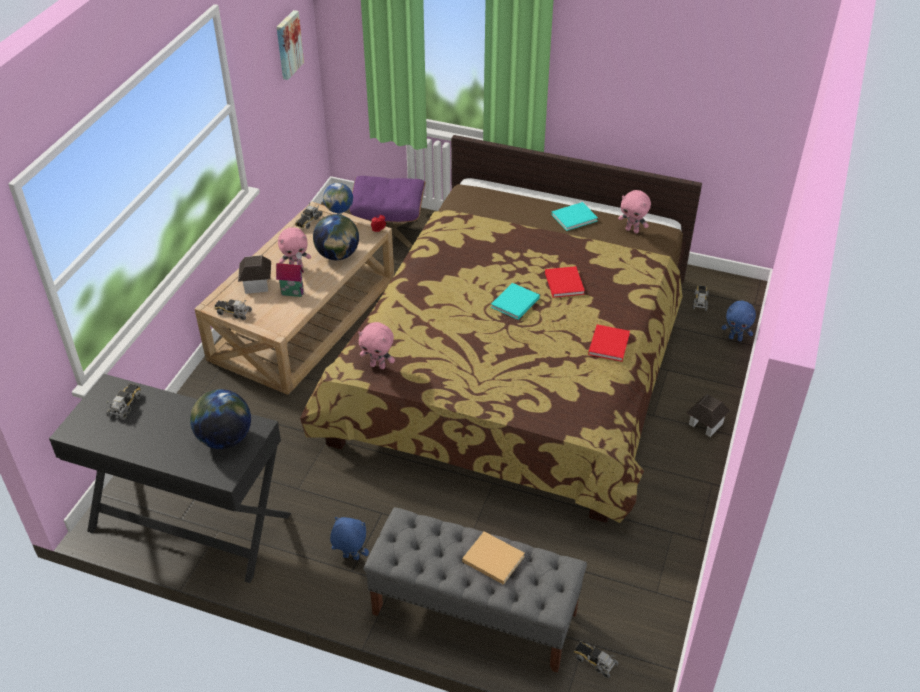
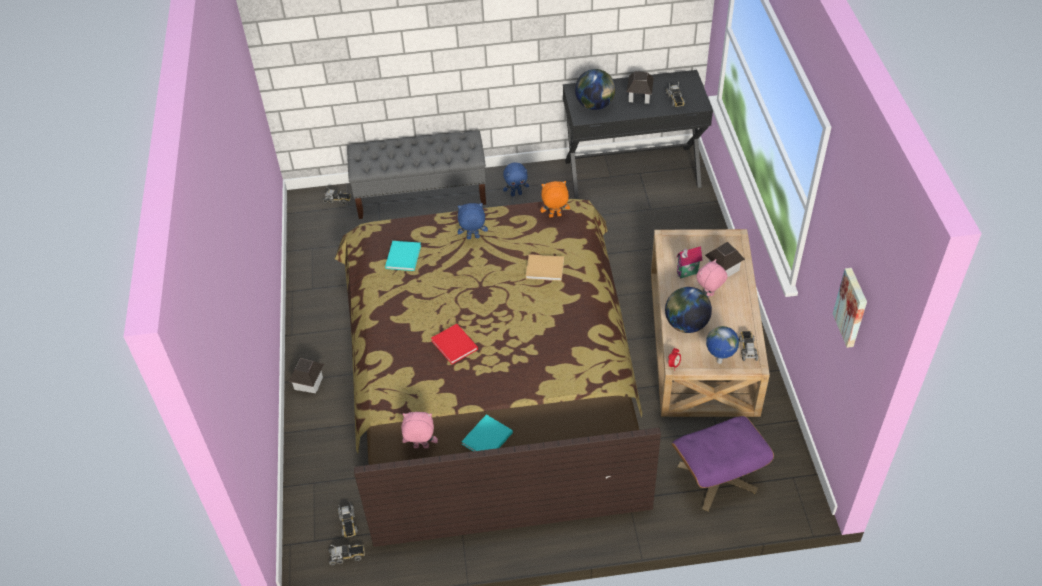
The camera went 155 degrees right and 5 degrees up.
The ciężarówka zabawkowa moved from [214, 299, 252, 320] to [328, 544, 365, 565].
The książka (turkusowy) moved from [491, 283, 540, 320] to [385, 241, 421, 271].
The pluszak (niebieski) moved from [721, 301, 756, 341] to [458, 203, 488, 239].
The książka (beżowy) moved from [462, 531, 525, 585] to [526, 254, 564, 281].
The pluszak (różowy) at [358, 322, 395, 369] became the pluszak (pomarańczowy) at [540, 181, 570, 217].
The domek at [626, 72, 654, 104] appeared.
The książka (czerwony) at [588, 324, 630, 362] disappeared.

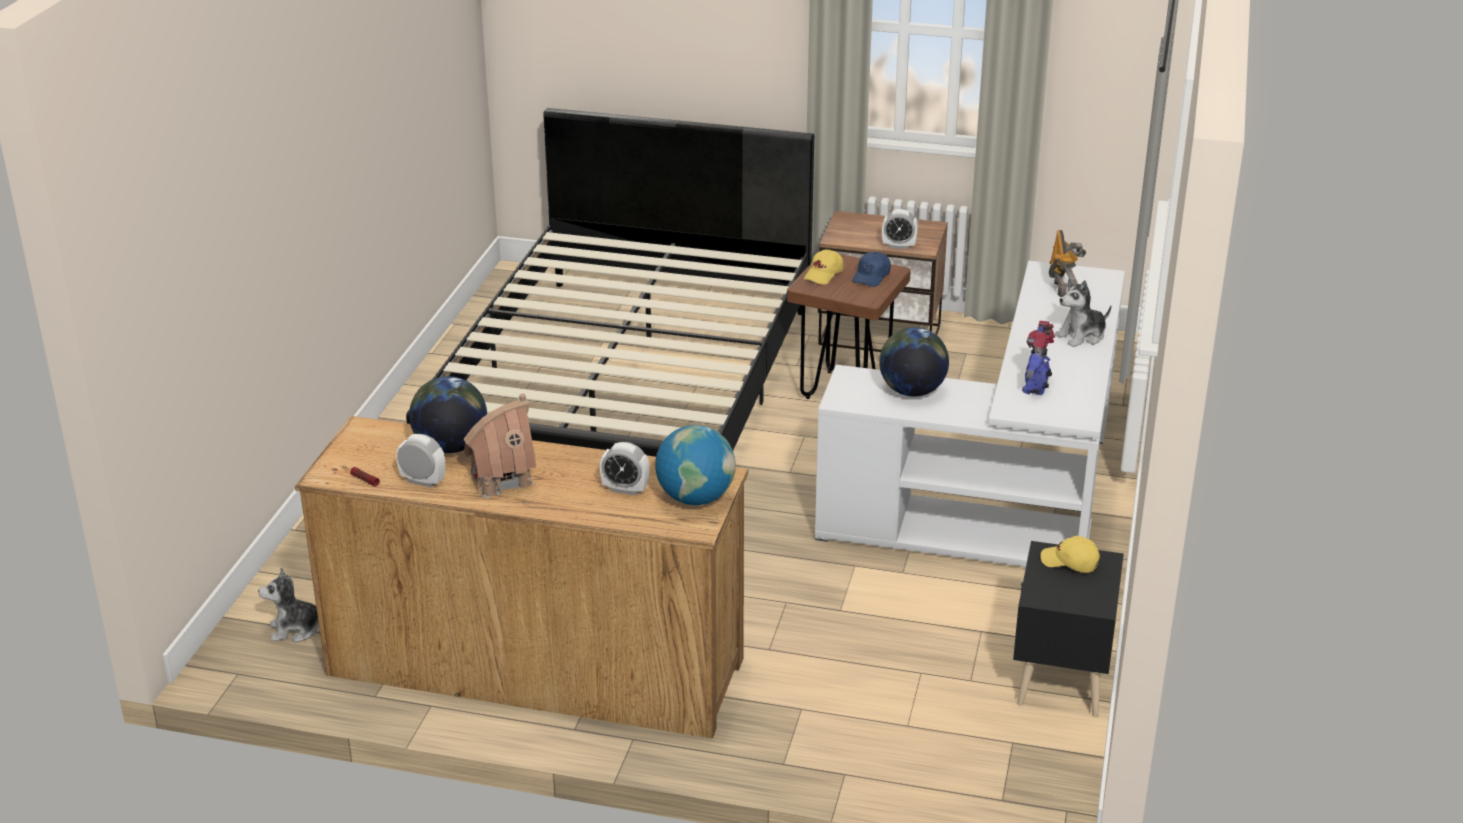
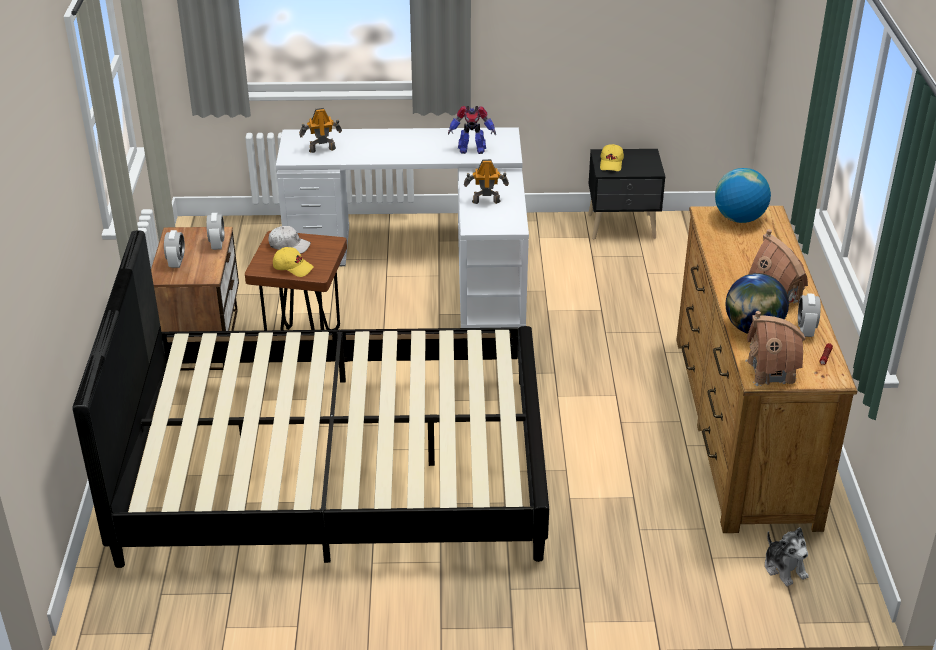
The camera went 105 degrees left and 5 degrees up.
The budzik moved from [600, 442, 650, 495] to [164, 230, 185, 268].
The czapka z daszkiem (niebieski) at [852, 252, 891, 287] became the czapka z daszkiem (biały) at [268, 226, 311, 254].
The globus at [879, 327, 949, 397] was replaced by the robot zabawkowy at [464, 159, 509, 204].
The domek at [746, 311, 805, 386] appeared.
The pluszak at [1055, 278, 1112, 347] disappeared.

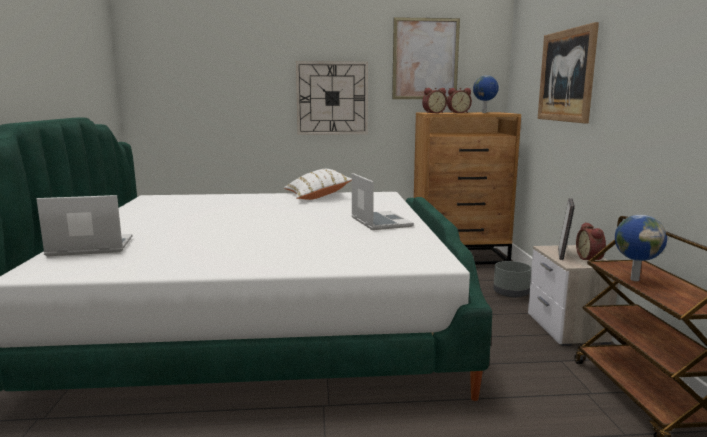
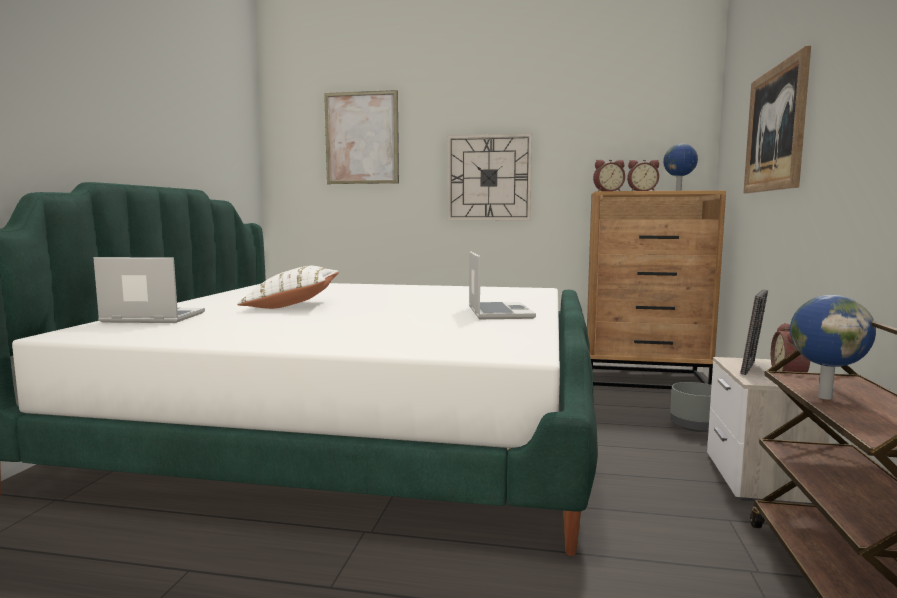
The camera went 15 degrees right and 5 degrees down.
The poduszka (biały) moved from [284, 169, 352, 200] to [237, 266, 339, 309].
The obraz moved from [392, 17, 460, 99] to [324, 90, 399, 184].

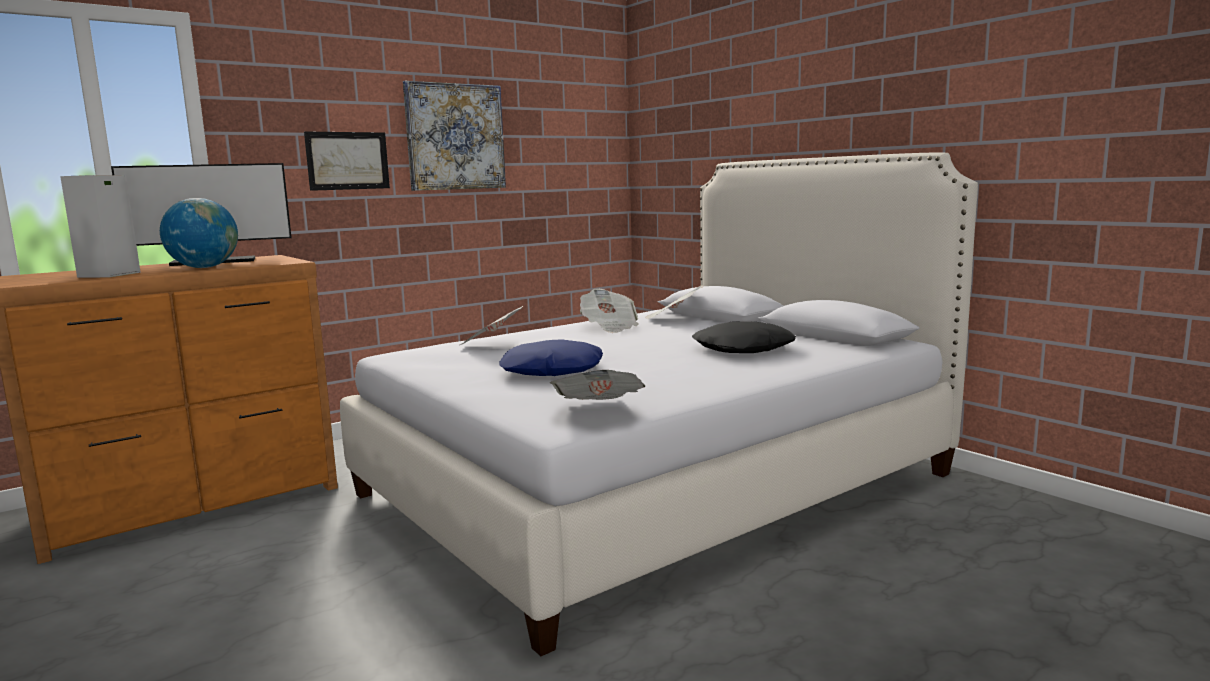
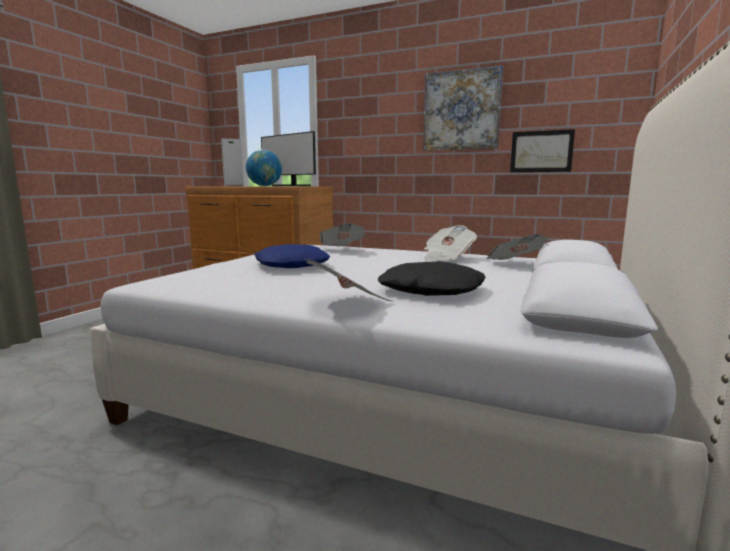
The camera went 60 degrees right and 0 degrees up.
The gazeta moved from [550, 370, 645, 400] to [305, 259, 391, 301].
The obraz moved from [304, 131, 390, 191] to [510, 129, 575, 172].

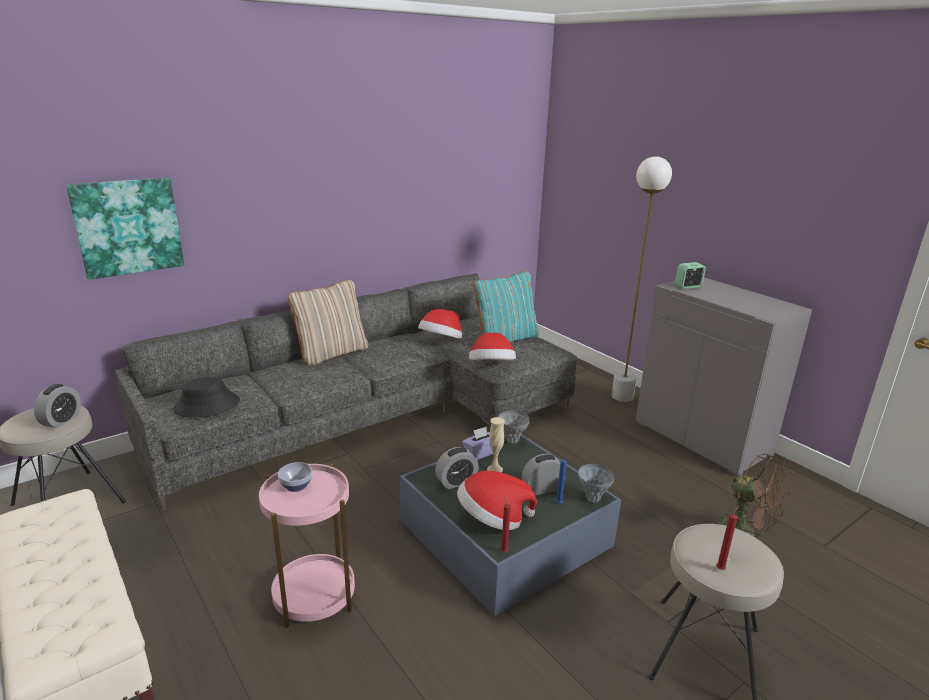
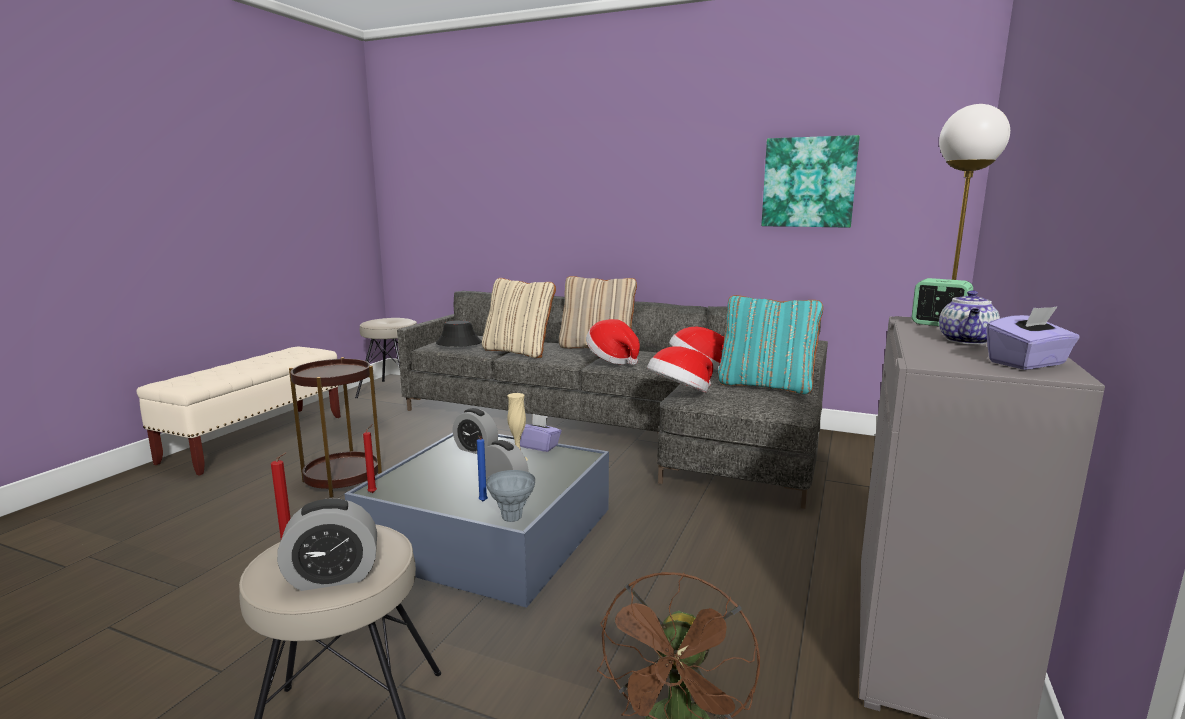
The camera went 60 degrees right and 10 degrees down.
The budzik moved from [34, 384, 81, 428] to [277, 499, 377, 591].
The stolik (różowy) at [259, 464, 355, 628] became the stolik (brązowy) at [289, 357, 382, 497].
The poduszka (beżowy) at [482, 278, 556, 358] appeared.
The kapelusz moved from [457, 471, 537, 530] to [586, 319, 640, 365].
The obraz moved from [66, 177, 184, 280] to [761, 135, 860, 228].
The imbryk at [939, 290, 1000, 344] appeared.
The pudełko chusteczek (fioletowy) at [986, 306, 1080, 370] appeared.
The miska at [278, 462, 313, 492] disappeared.
The wazon (szary) at [499, 410, 530, 444] disappeared.

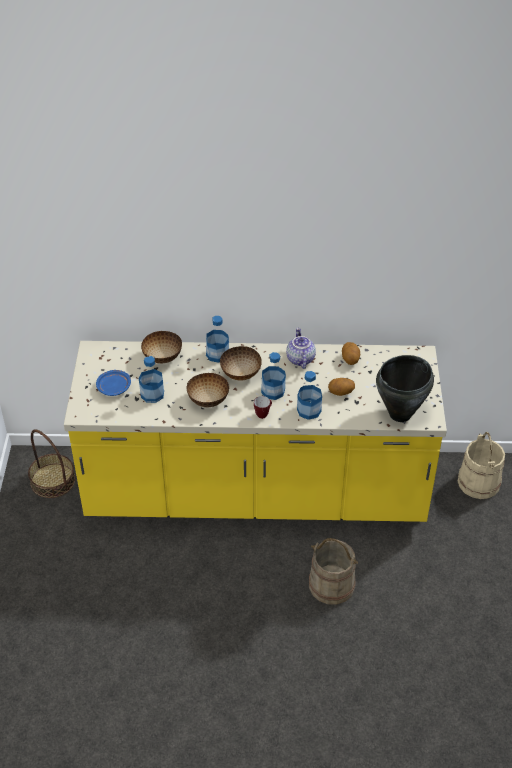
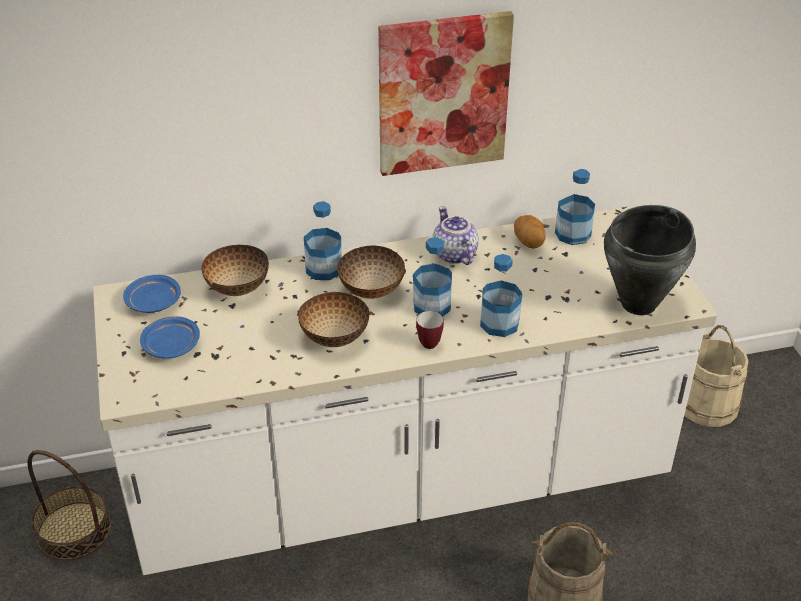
The camera went 15 degrees left and 5 degrees down.
The zabudowa kuchenna (żółty) at [64, 341, 447, 522] became the zabudowa kuchenna (biały) at [93, 205, 717, 575].
The talerz (niebieski) at [123, 275, 181, 313] appeared.
The obraz at [378, 11, 514, 176] appeared.
The butelka moved from [139, 356, 164, 403] to [555, 169, 595, 245].
The ziemniak at [328, 378, 355, 396] disappeared.

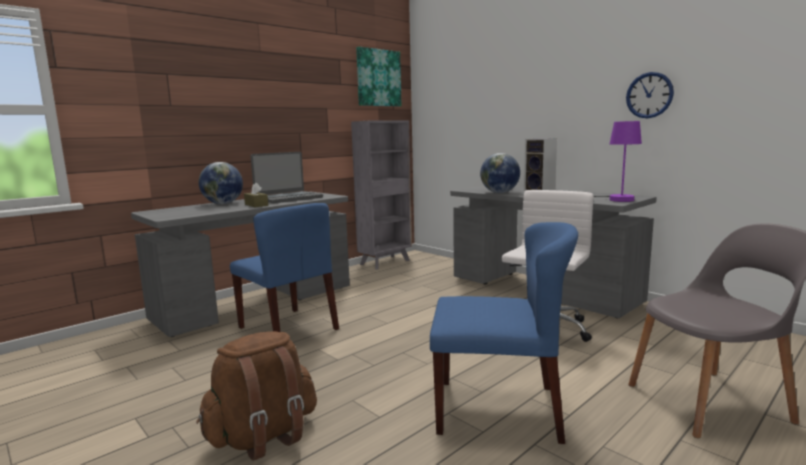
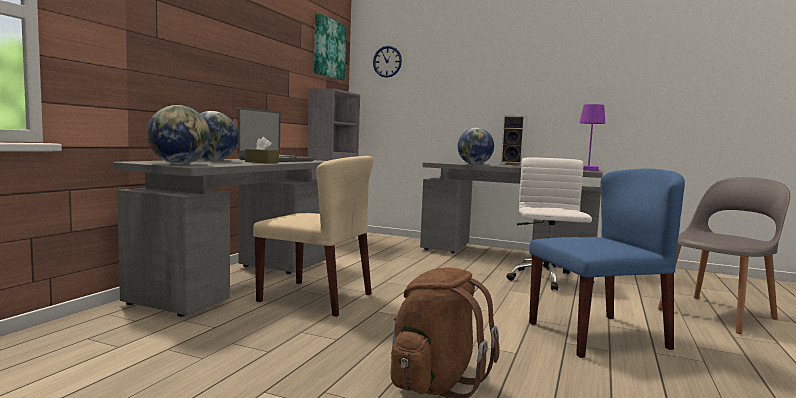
The camera went 25 degrees left and 5 degrees down.
The globus at [147, 105, 210, 164] appeared.
The krzesło (niebieski) at [230, 203, 339, 332] became the krzesło (beżowy) at [253, 156, 374, 317].
The zegar ścienny moved from [626, 72, 674, 118] to [373, 46, 402, 78].

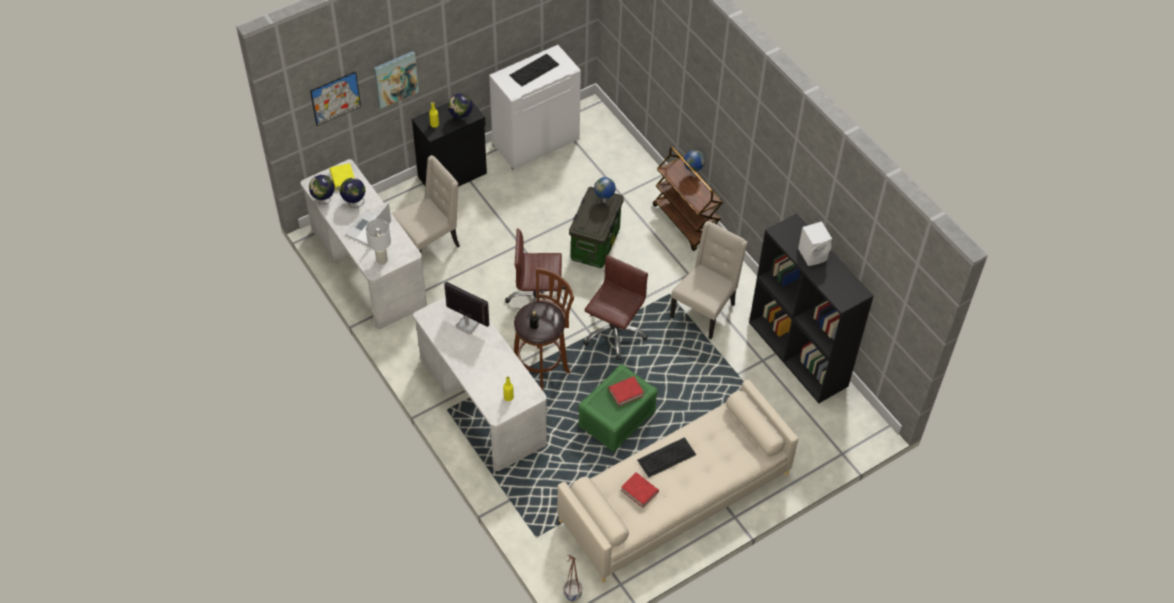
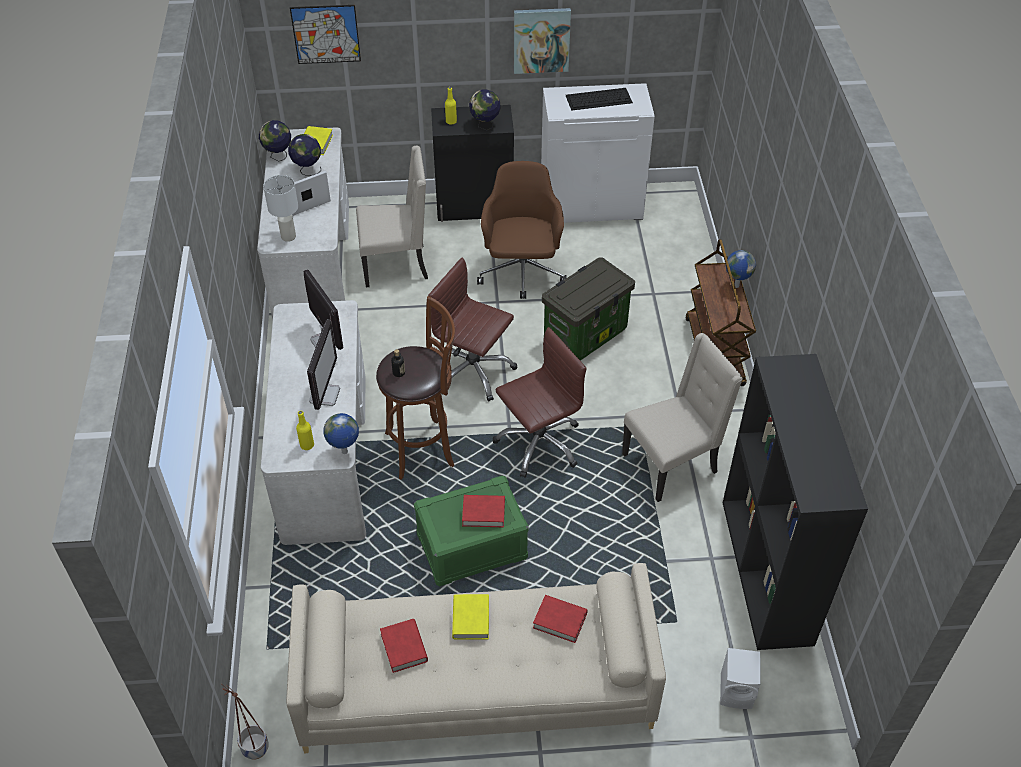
The camera went 30 degrees right and 5 degrees down.
The monitor at [307, 320, 340, 410] appeared.
The globus moved from [594, 177, 616, 203] to [323, 413, 359, 454].
The klawiatura at [637, 437, 696, 478] was replaced by the książka (żółty) at [452, 594, 489, 639].
The krzesło biurowe (brązowy) at [477, 161, 567, 299] appeared.
The obraz moved from [374, 51, 419, 108] to [514, 8, 571, 74].
The książka (czerwony) at [533, 595, 588, 643] appeared.
The głośnik (biały) moved from [798, 221, 832, 266] to [720, 648, 761, 709].

